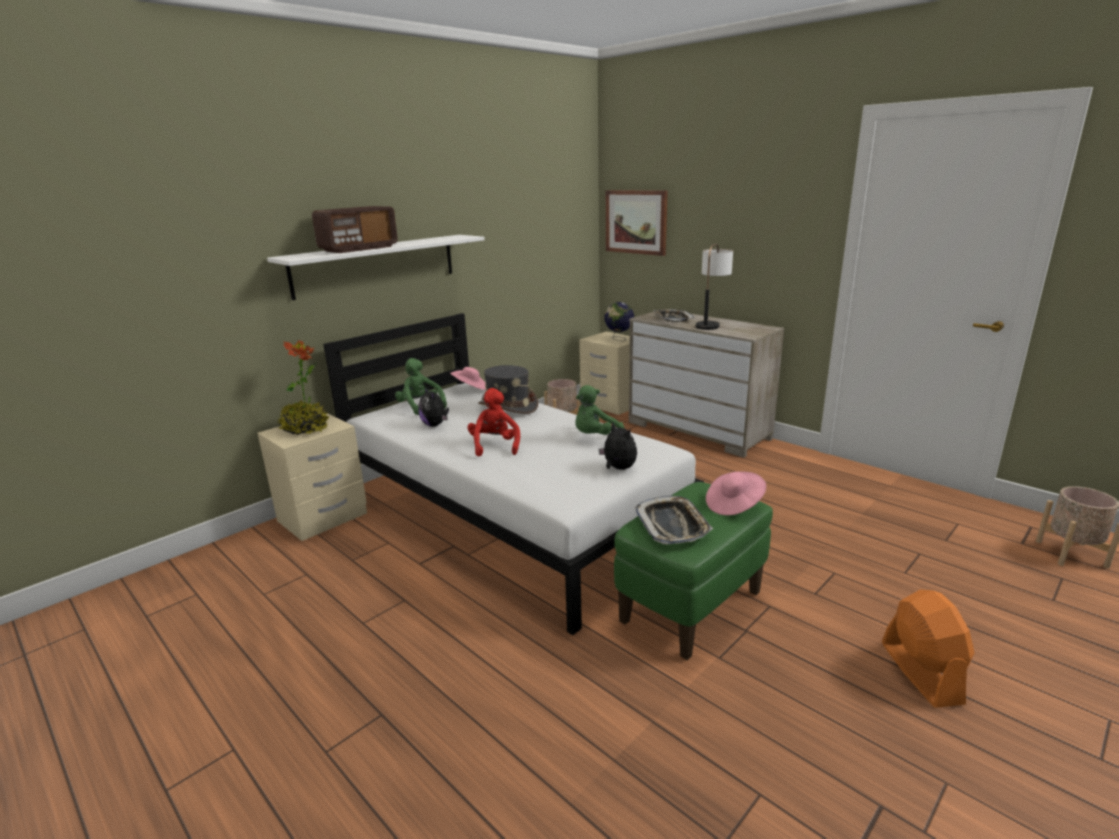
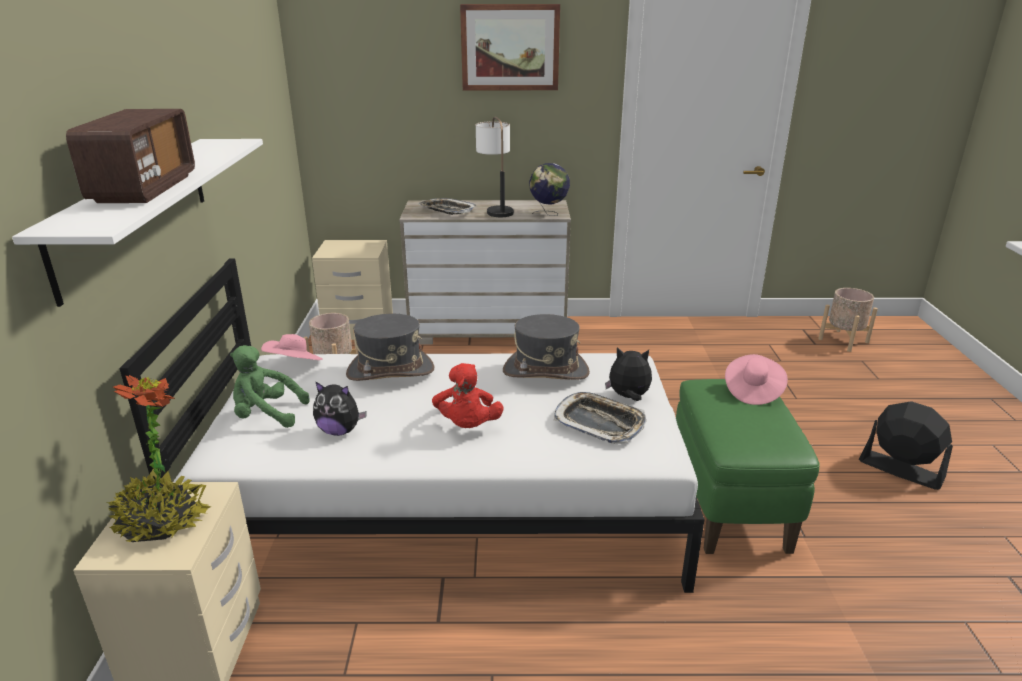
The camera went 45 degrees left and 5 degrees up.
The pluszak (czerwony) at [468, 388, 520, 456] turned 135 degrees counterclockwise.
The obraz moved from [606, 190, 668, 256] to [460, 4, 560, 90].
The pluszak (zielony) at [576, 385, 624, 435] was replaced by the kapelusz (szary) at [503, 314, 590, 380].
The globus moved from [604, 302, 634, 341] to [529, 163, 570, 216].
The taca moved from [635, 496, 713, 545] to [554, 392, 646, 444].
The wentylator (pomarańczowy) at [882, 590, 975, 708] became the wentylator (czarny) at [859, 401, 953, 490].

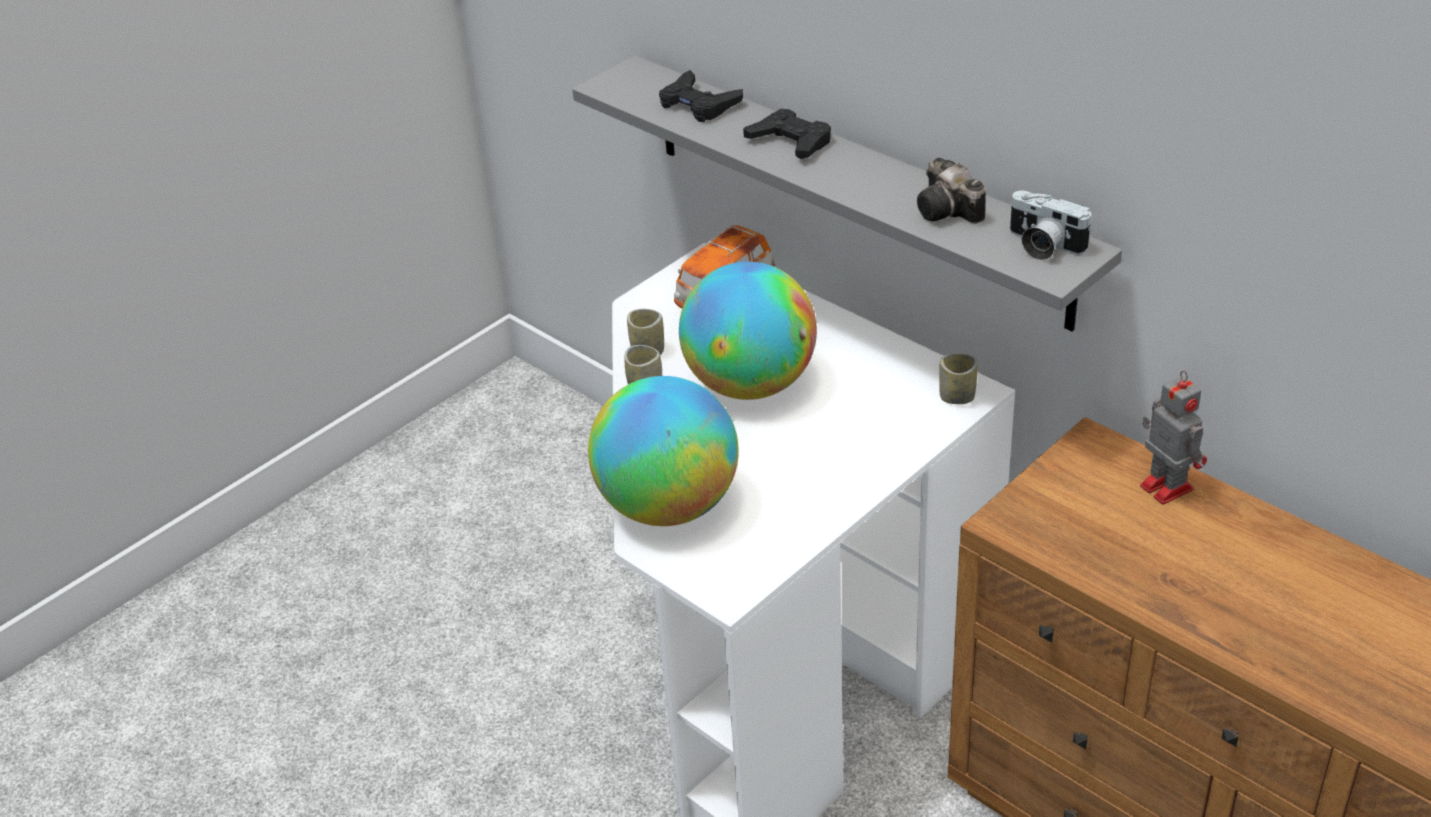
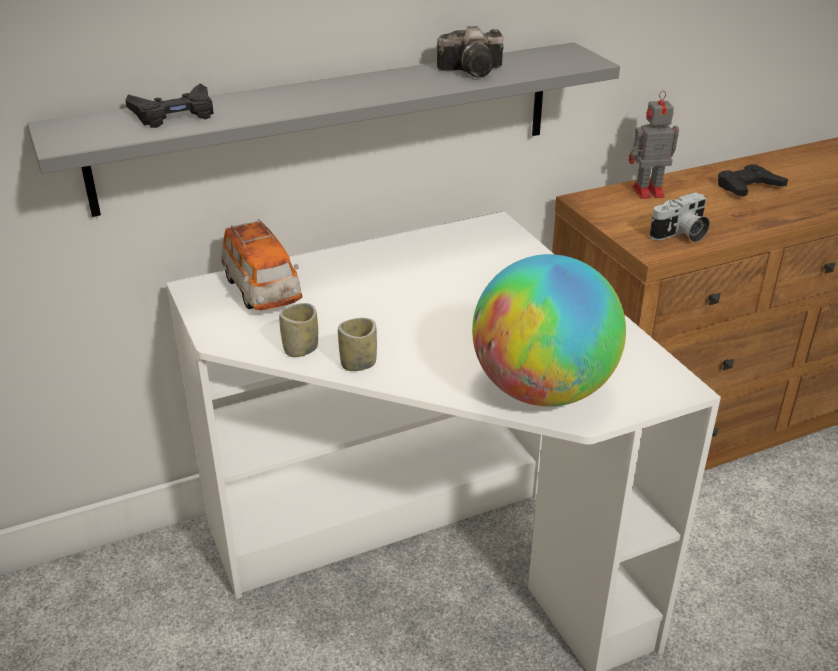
The camera went 70 degrees left and 5 degrees down.
The aparat fotograficzny moved from [1010, 190, 1092, 260] to [649, 192, 710, 242].
The pad do gier (czarny) moved from [743, 109, 831, 159] to [718, 165, 788, 197].
The globus at [679, 262, 817, 400] disappeared.
The filiżanka at [939, 353, 978, 404] disappeared.

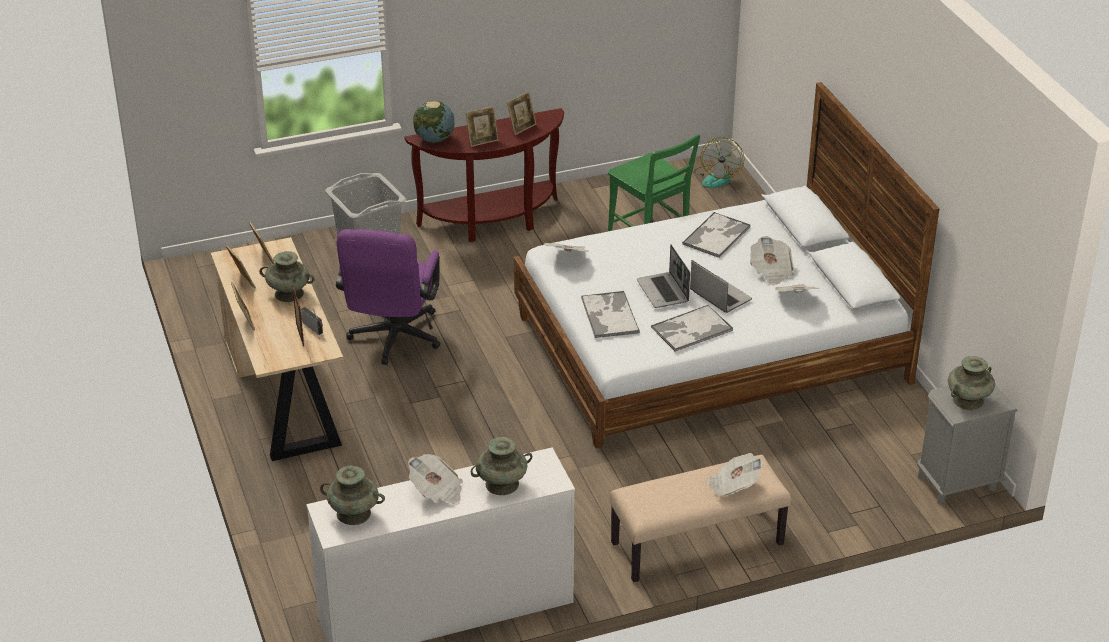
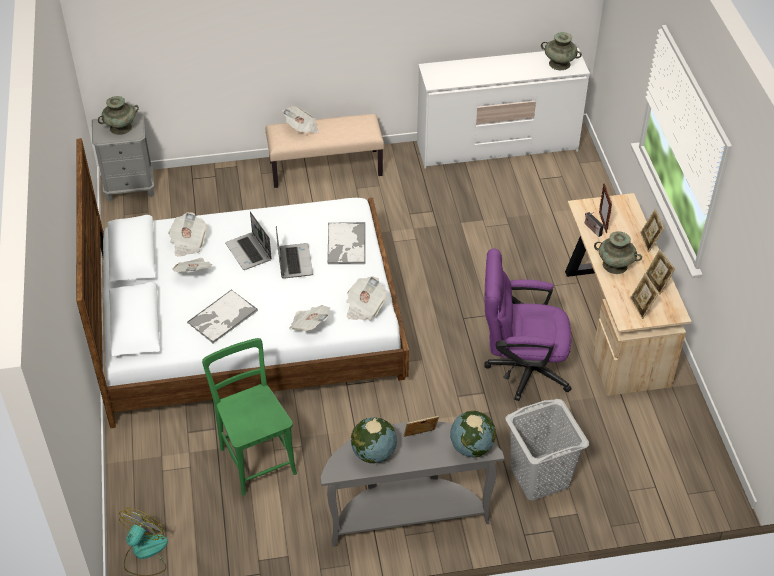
The camera went 170 degrees left and 10 degrees up.
The gazeta moved from [408, 454, 463, 505] to [289, 305, 330, 331].
The stolik konsolowy (brązowy) at [404, 108, 564, 242] became the stolik konsolowy (szary) at [320, 422, 505, 547].
The ramka na zdjęcie at [507, 92, 536, 135] was replaced by the globus at [351, 417, 397, 464].
The krzesło biurowe (fioletowy) at [336, 229, 440, 365] turned 105 degrees counterclockwise.
The wazon (turkusowy) at [471, 437, 532, 495] disappeared.
The taca at [651, 305, 733, 352] disappeared.

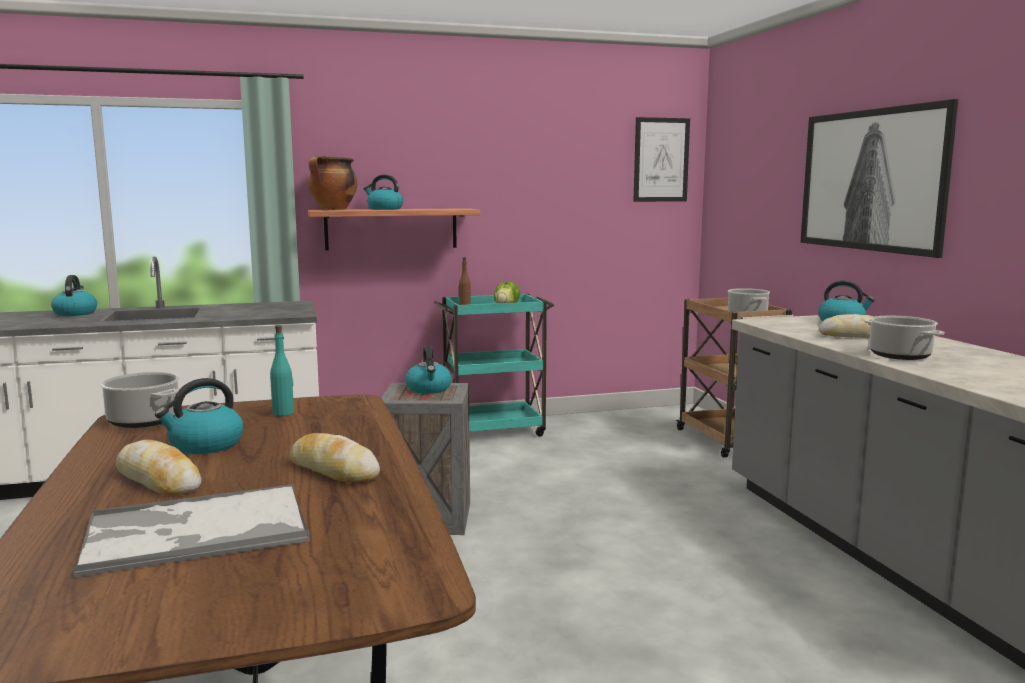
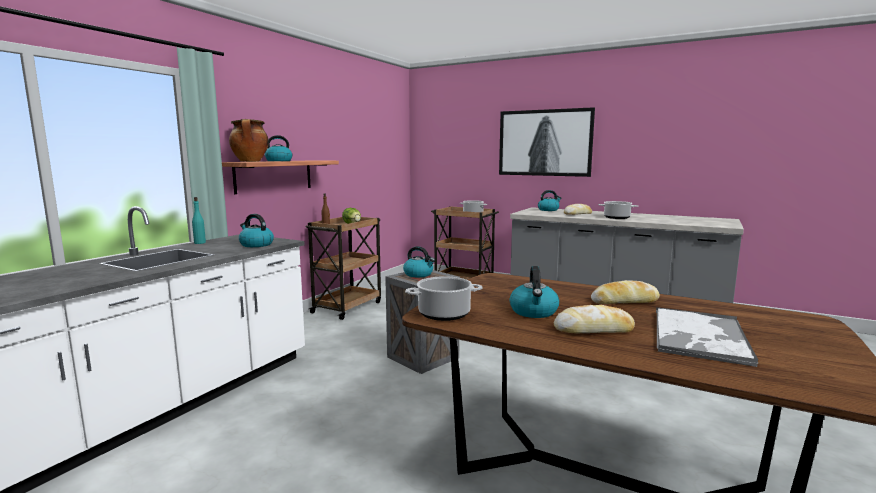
The camera went 45 degrees left and 0 degrees up.
The butelka (turkusowy) moved from [270, 325, 294, 416] to [192, 197, 206, 244].
The czajnik moved from [51, 275, 97, 316] to [239, 214, 274, 247].
The wózek (turkusowy) at [434, 294, 554, 437] became the wózek (brązowy) at [306, 217, 381, 320].
The obraz at [634, 117, 690, 202] disappeared.

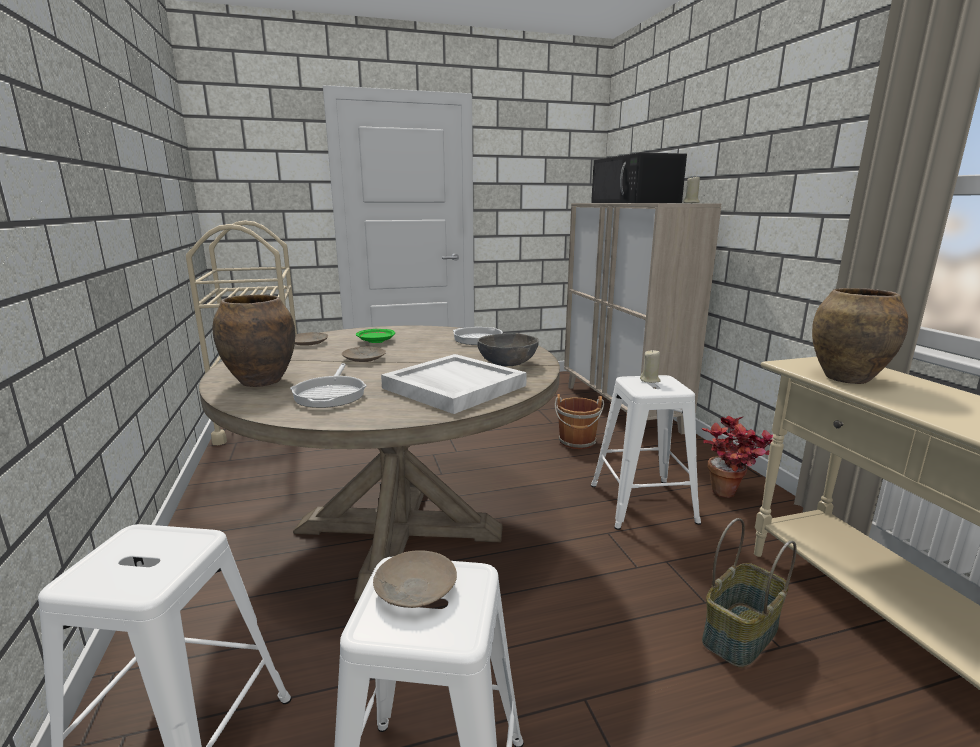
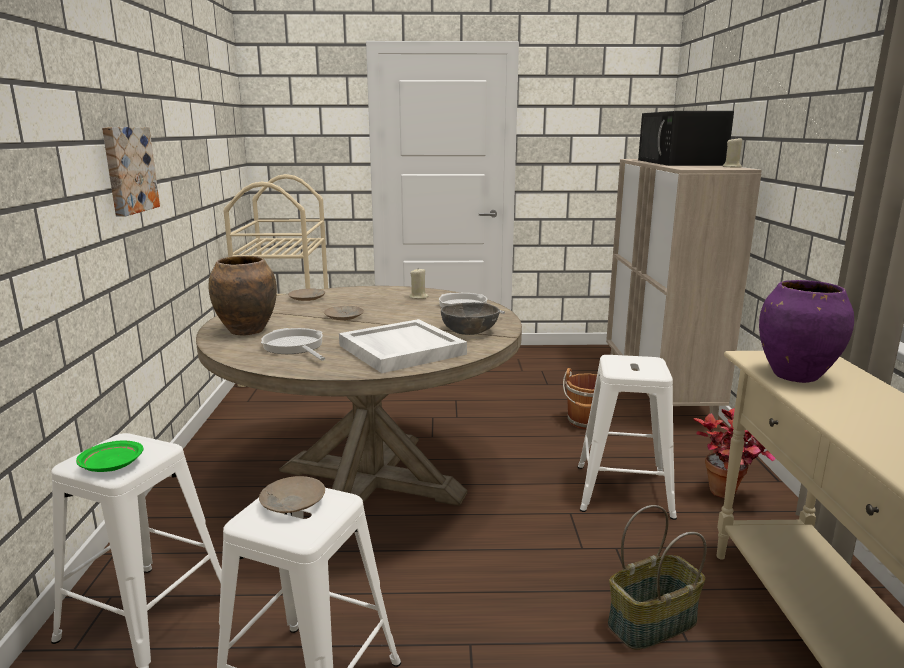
The camera went 15 degrees right and 0 degrees up.
The talerz (zielony) moved from [356, 329, 395, 343] to [76, 440, 143, 472].
The obraz at [102, 127, 160, 217] appeared.
The patelnia at [290, 363, 367, 408] turned 135 degrees clockwise.
The świeca (beżowy) moved from [640, 350, 661, 383] to [409, 269, 429, 299].
The wazon (brązowy) at [812, 288, 908, 384] became the wazon (fioletowy) at [759, 280, 854, 383].

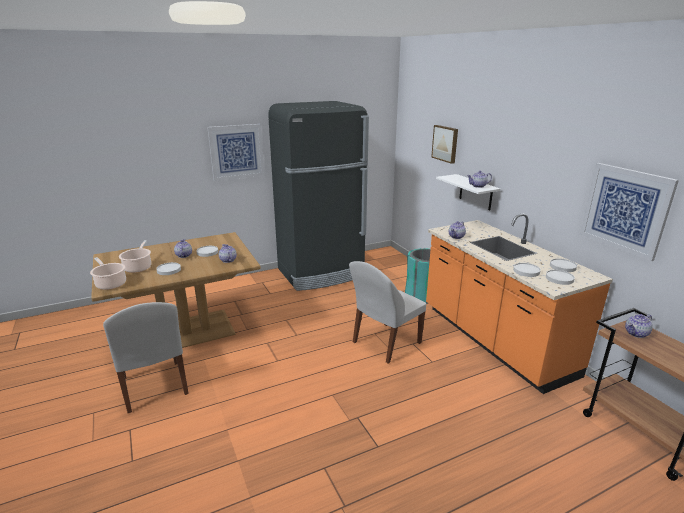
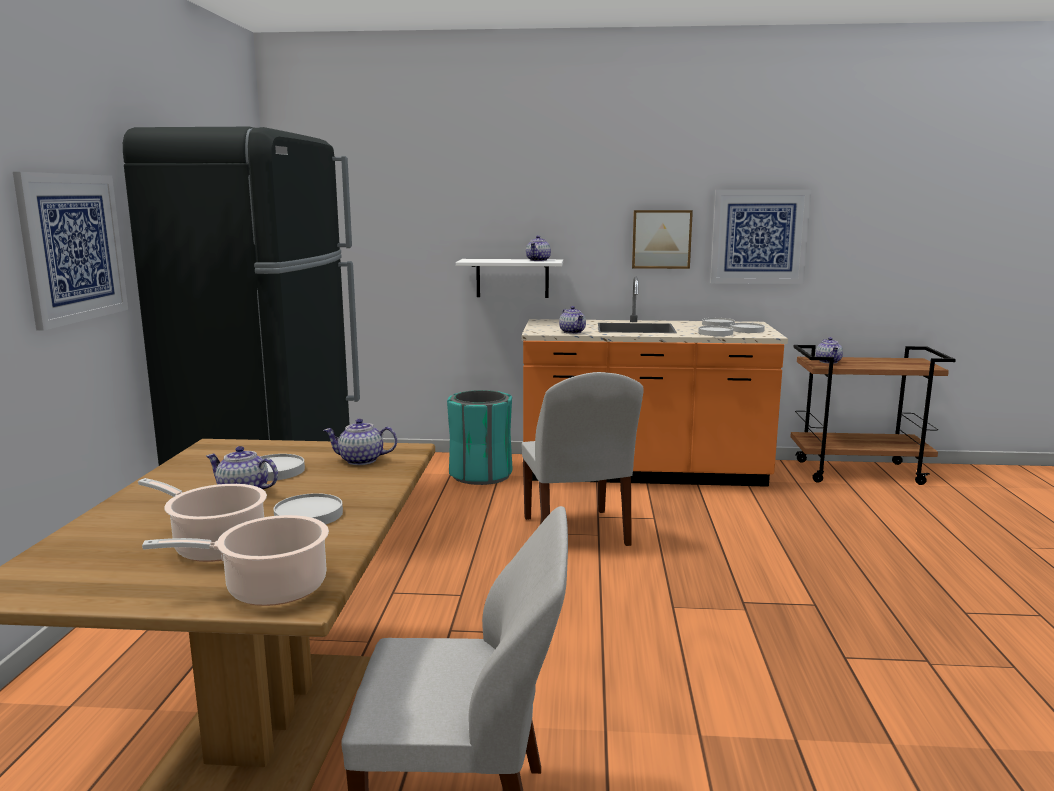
The camera went 60 degrees left and 10 degrees down.
The obraz moved from [431, 125, 458, 164] to [632, 210, 693, 269].

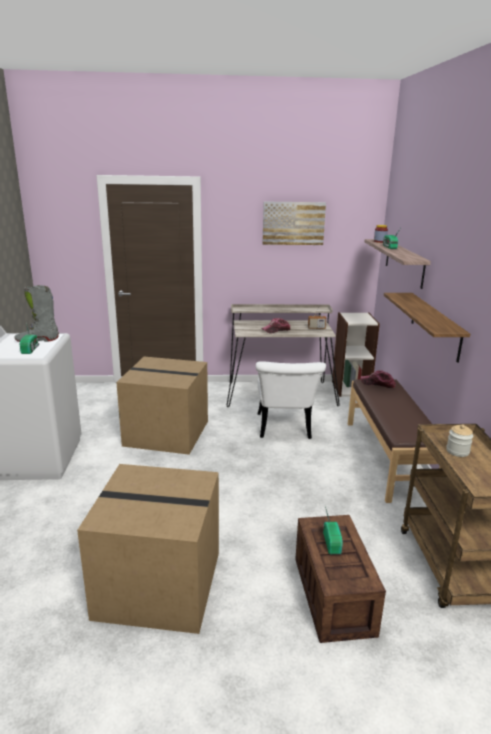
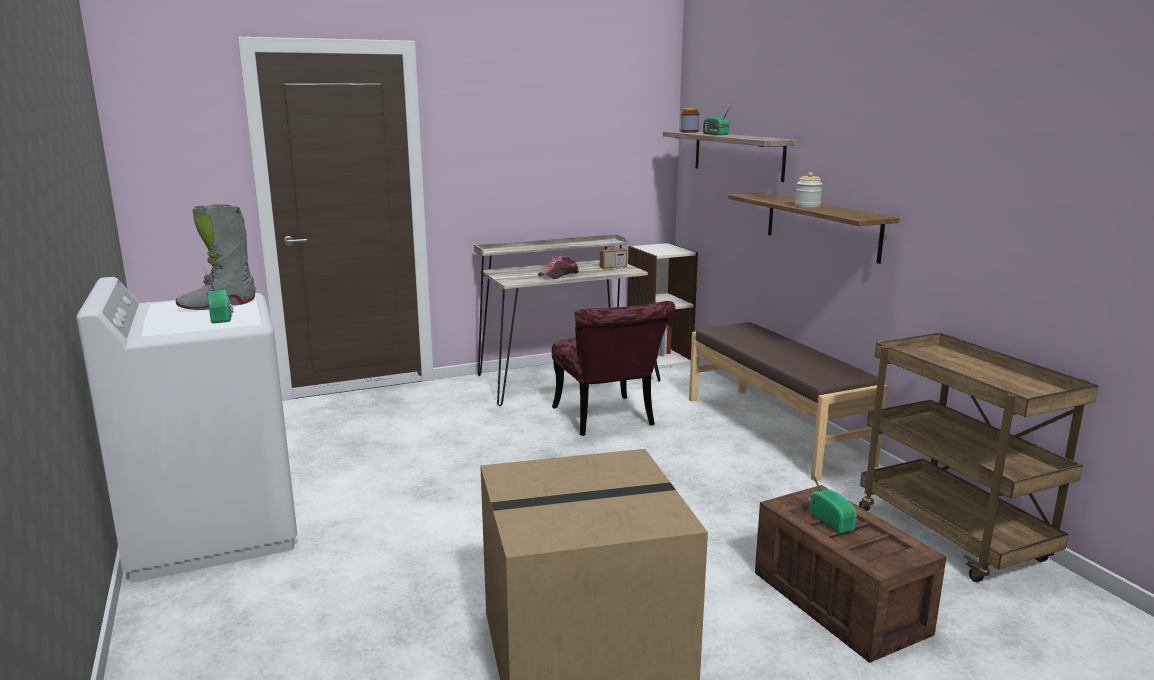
The camera went 20 degrees left and 5 degrees down.
The krzesło (biały) at [256, 361, 326, 439] became the krzesło (czerwony) at [552, 301, 675, 436].
The słoik moved from [446, 424, 473, 457] to [795, 172, 823, 208].
The karton at [116, 357, 208, 455] disappeared.
The obraz at [262, 201, 326, 245] disappeared.
The czapka z daszkiem at [360, 371, 396, 388] disappeared.

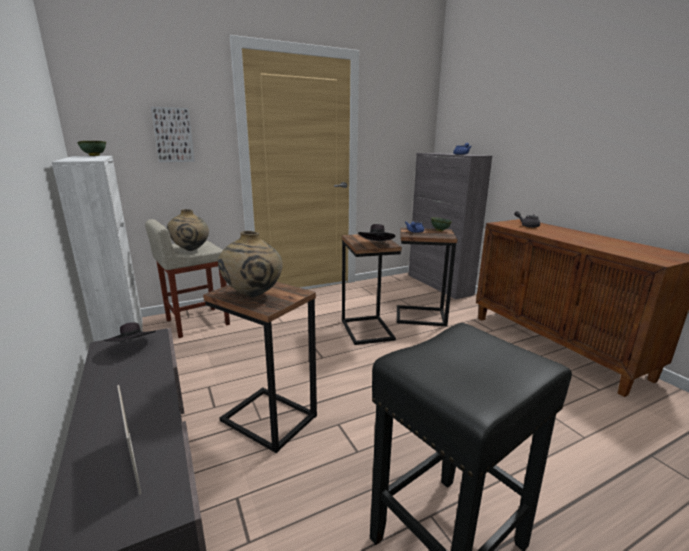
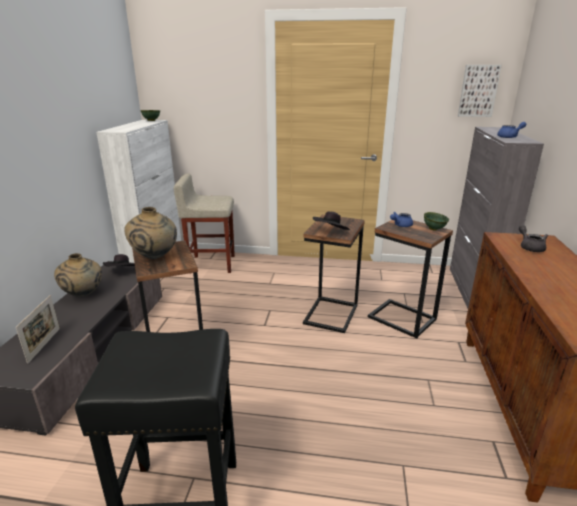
The camera went 35 degrees right and 5 degrees up.
The wazon (beżowy) moved from [167, 209, 209, 251] to [54, 253, 102, 297].
The obraz moved from [151, 107, 195, 162] to [458, 65, 502, 117].

